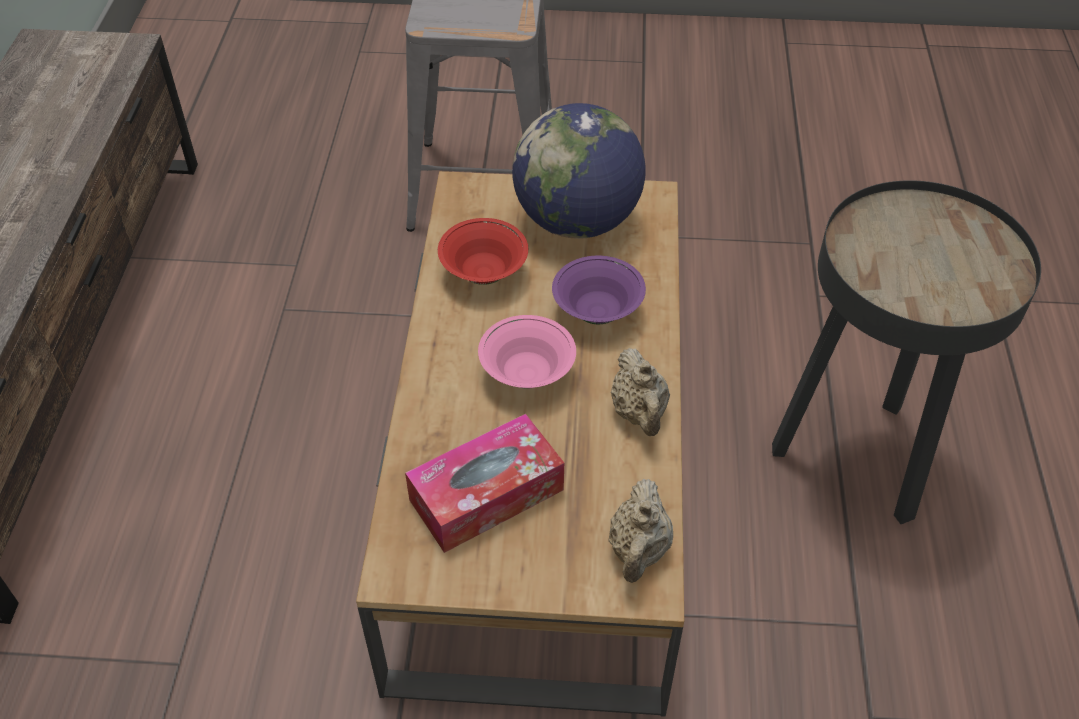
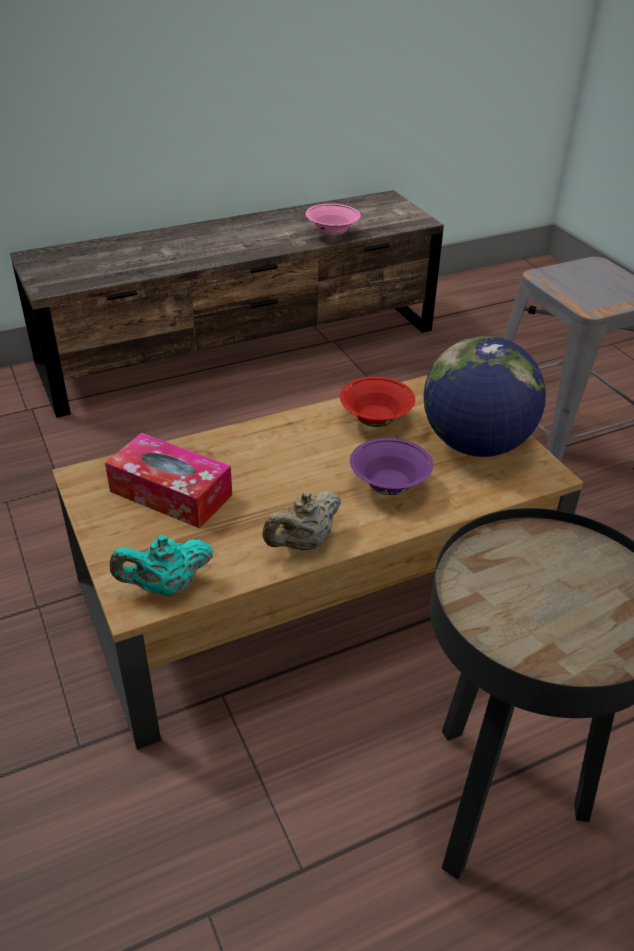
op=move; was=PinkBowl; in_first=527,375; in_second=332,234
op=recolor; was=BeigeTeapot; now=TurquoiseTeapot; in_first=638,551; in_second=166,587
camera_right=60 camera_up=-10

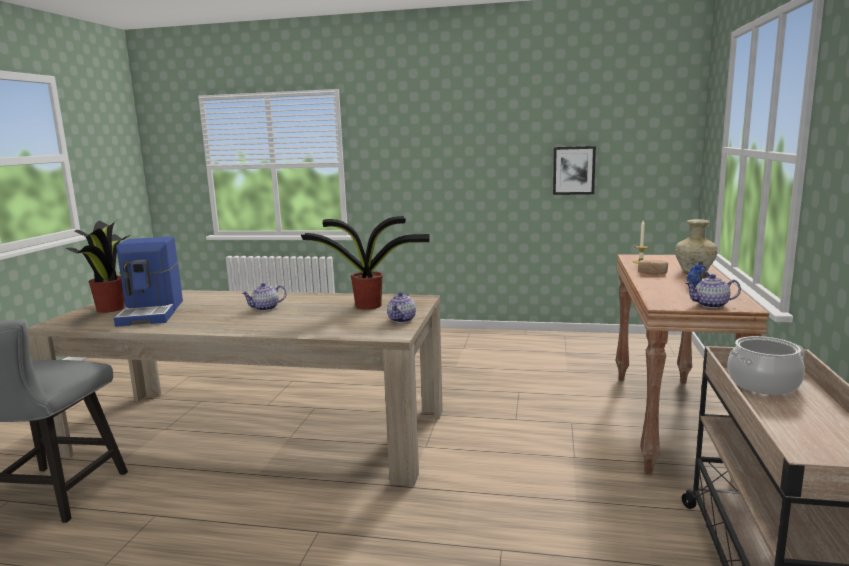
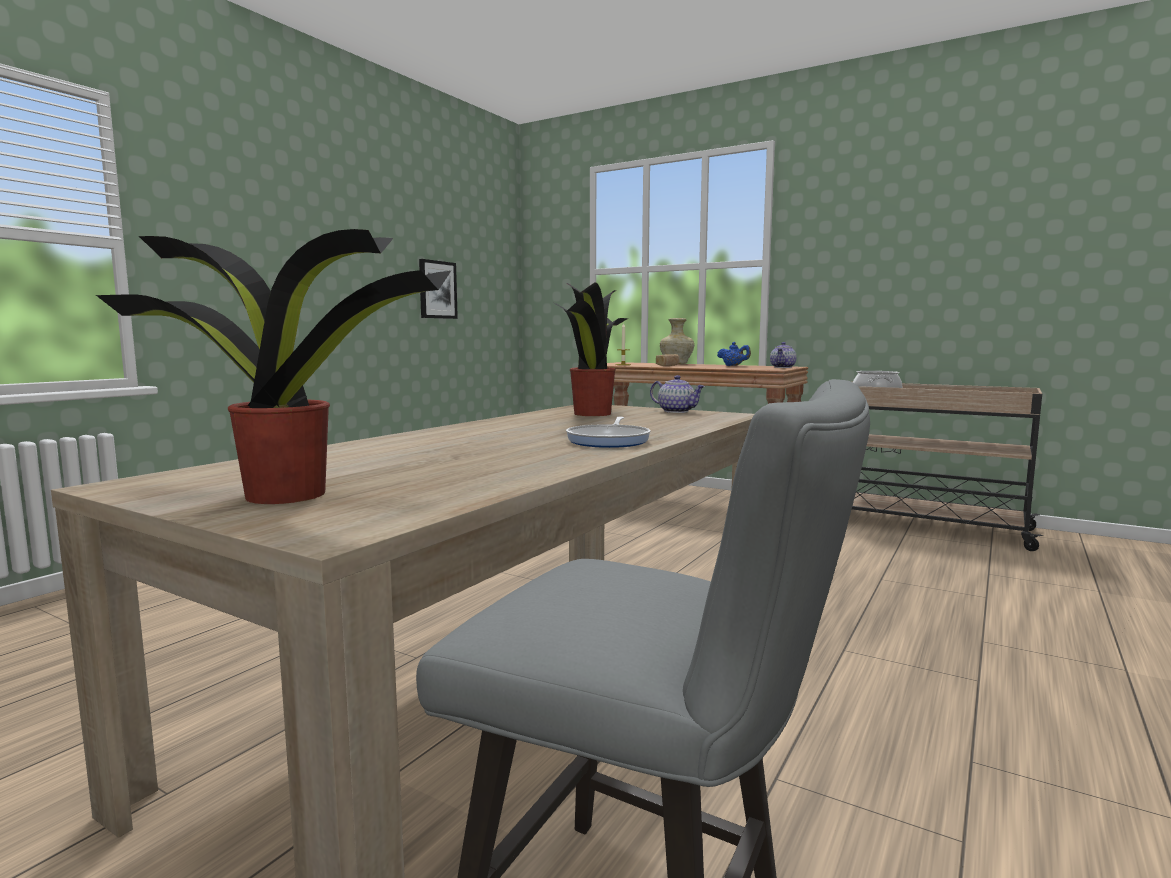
op=delete; was=CoffeeMachine; in_first=152,312
op=delete; was=Teapot; in_first=265,308
op=insert; now=FryingPan; in_second=610,440
camera_right=-70 camera_up=-5

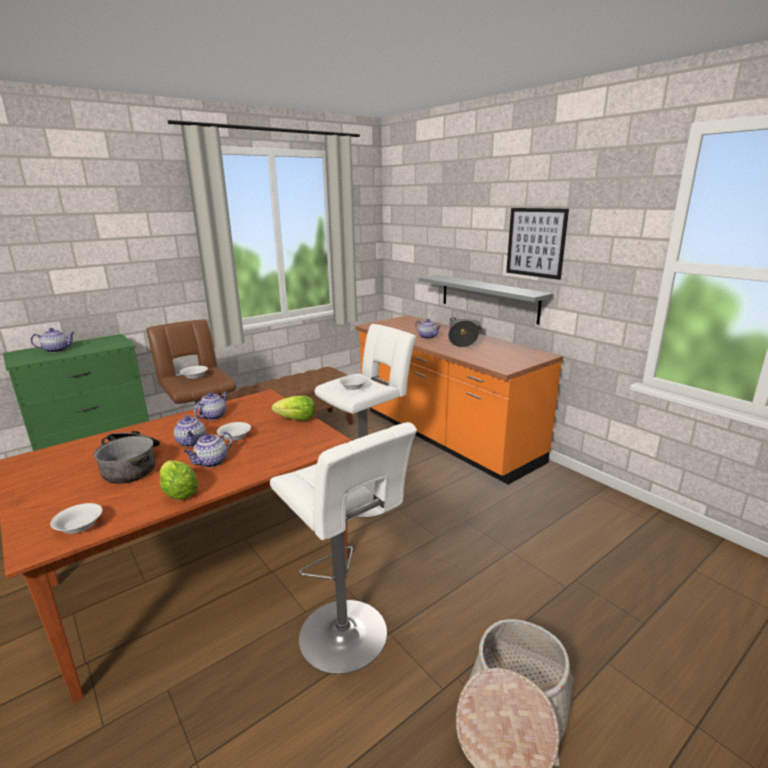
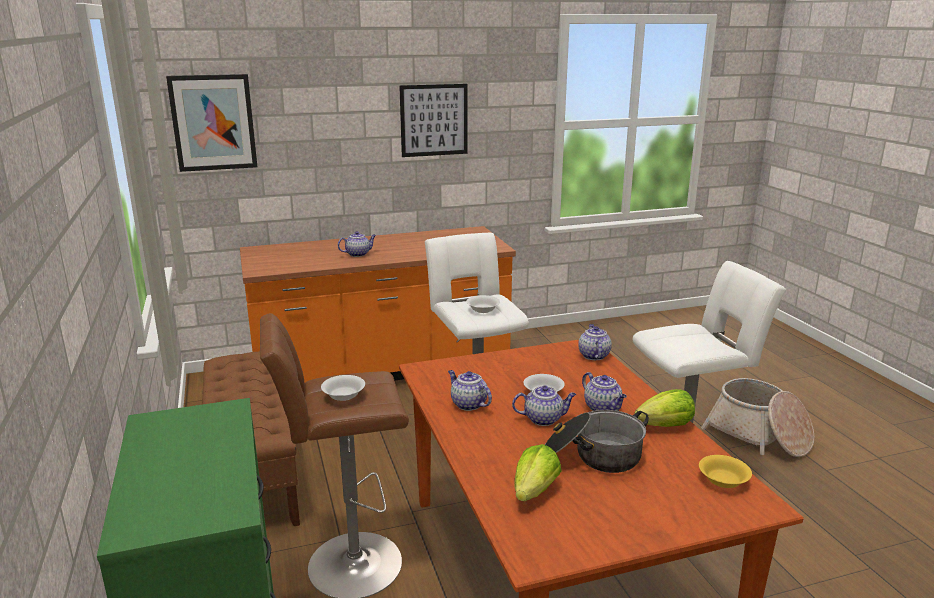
op=move; was=Teapot; in_first=57,350; in_second=593,355
op=recolor; was=WhiteBowl; now=YellowBowl; in_first=79,526; in_second=723,481
op=move; was=Lettuce; in_first=297,420; in_second=535,491
op=delete; was=GreyShelf; in_first=488,298
op=delete; was=CookingPot; in_first=463,340
op=insert; now=Picture; in_second=213,122
camera_right=-70 camera_up=0

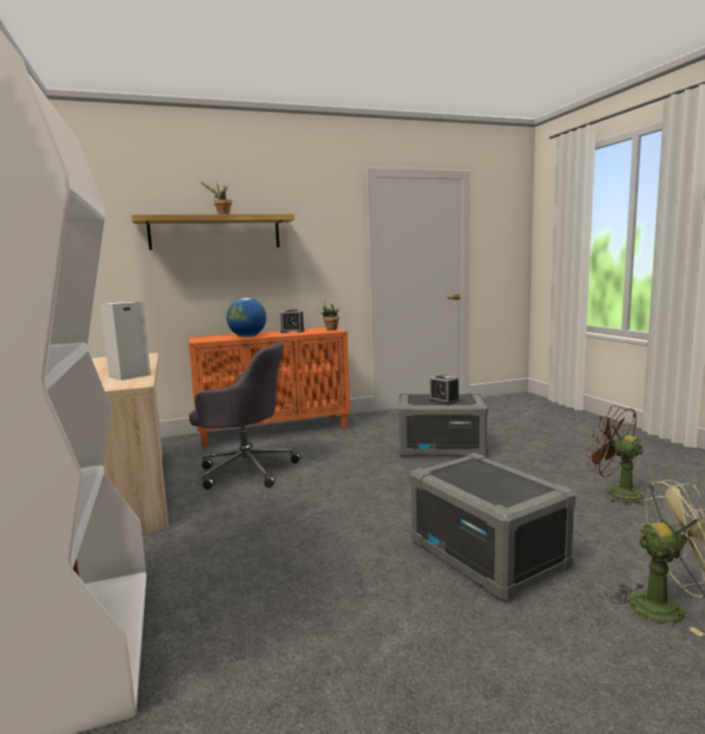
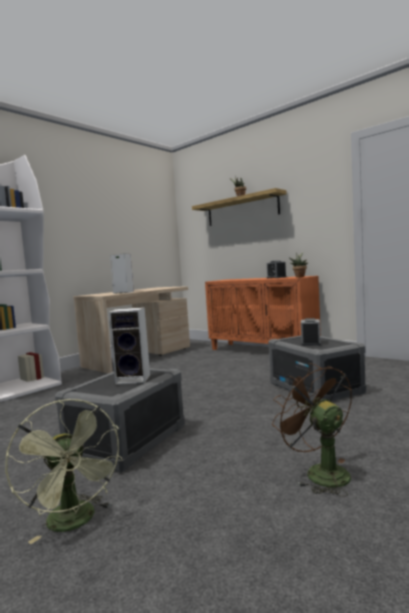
op=delete; was=GreyOfficeChair; in_first=245,470
op=delete; was=Globe; in_first=247,336
op=rotate; was=BrownFan; in_first=616,492; in_second=319,472; clockwise=-45
op=insert; now=Speaker; in_second=134,379
camera_right=60 camera_up=-5

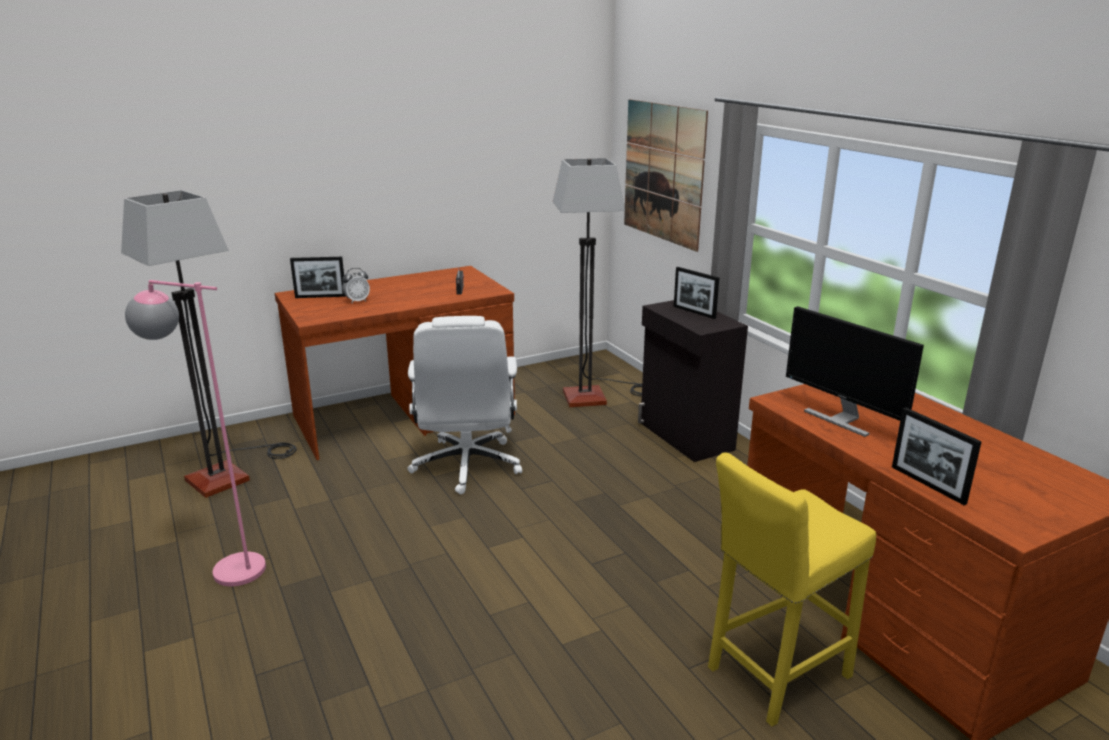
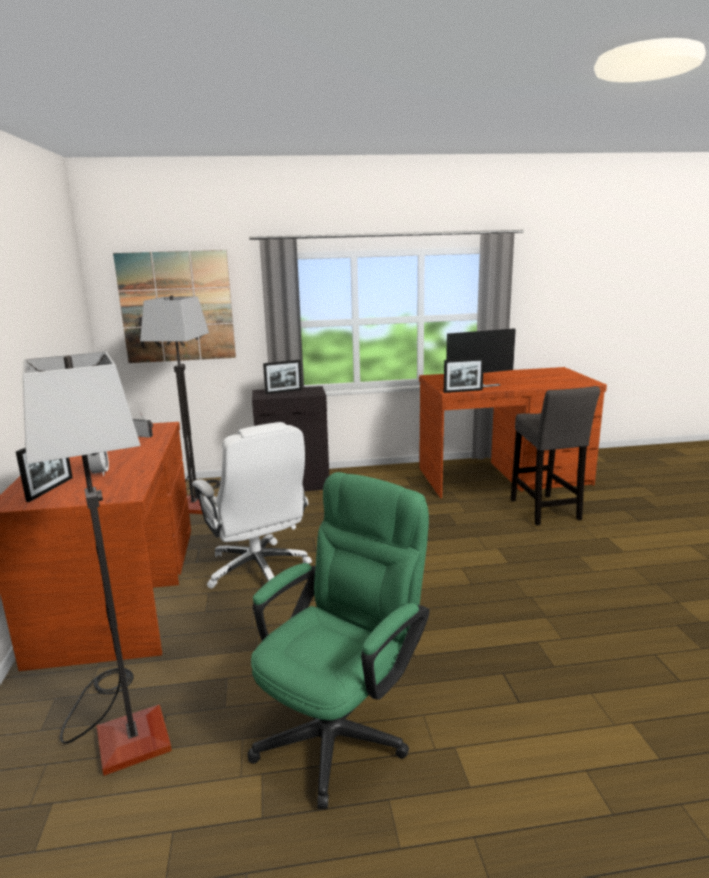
op=replace; was=PinkFloorLamp; now=GreenOfficeChair; in_first=224,567; in_second=341,727
op=rotate; was=WhiteOfficeChair; in_first=467,466; in_second=258,569; clockwise=45
op=recolor; was=YellowStool; now=GreyStool; in_first=774,676; in_second=545,511
op=move; was=PictureFrame; in_first=927,484; in_second=463,391
camera_right=-70 camera_up=-5

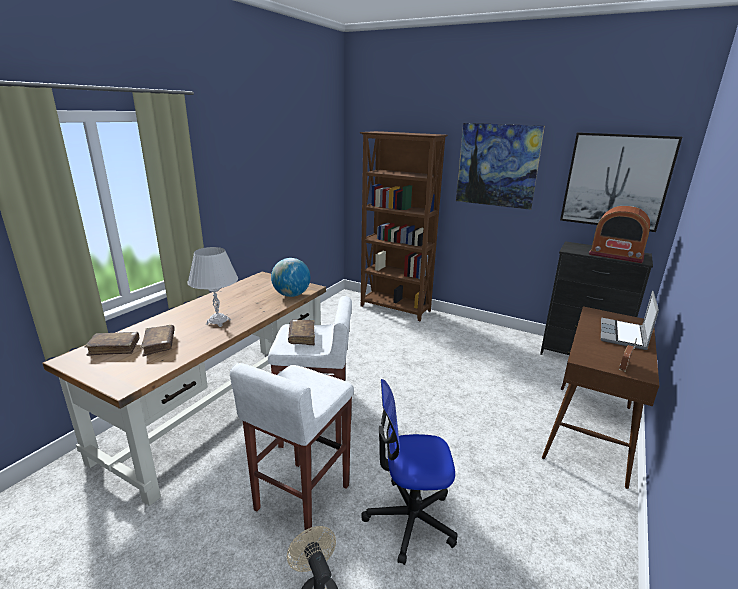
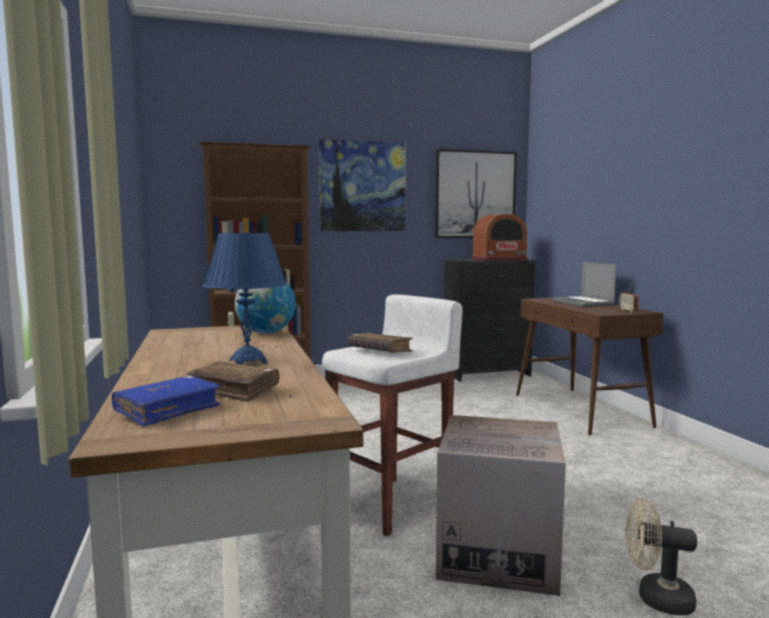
op=recolor; was=BrownBook; now=BlueBook; in_first=114,348; in_second=168,410
op=recolor; was=WhiteTableLamp; now=BlueTableLamp; in_first=218,322; in_second=248,362
op=replace; was=WhiteStool; now=CardboardBox; in_first=301,498; in_second=498,554
op=delete; was=OfficeChair; in_first=410,519
camera_right=-45 camera_up=-15

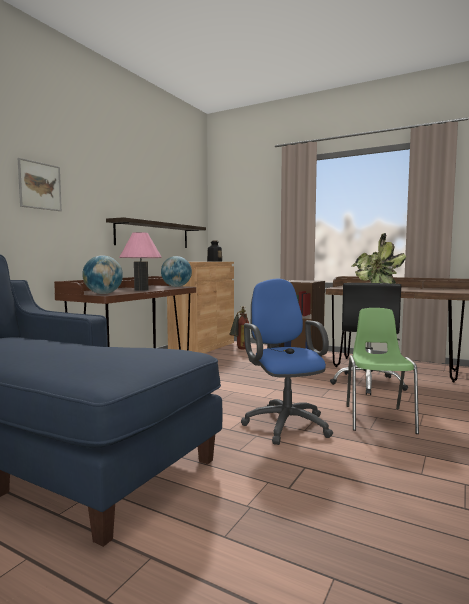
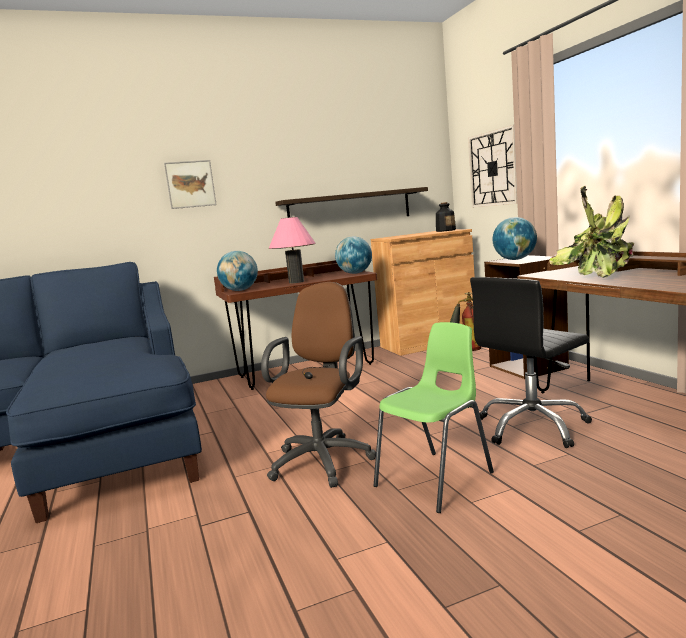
op=recolor; was=BlueOfficeChair; now=BrownOfficeChair; in_first=284,423; in_second=324,459
op=insert; now=WallClock; in_second=493,168
op=insert; now=Globe; in_second=515,259
camera_right=40 camera_up=5

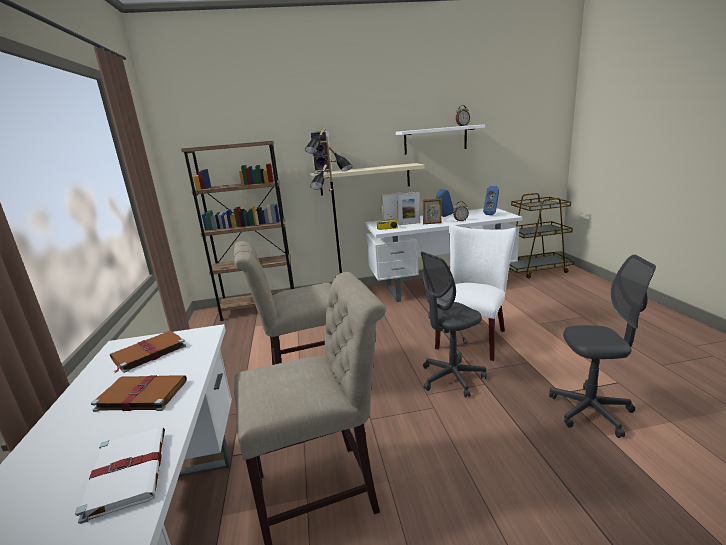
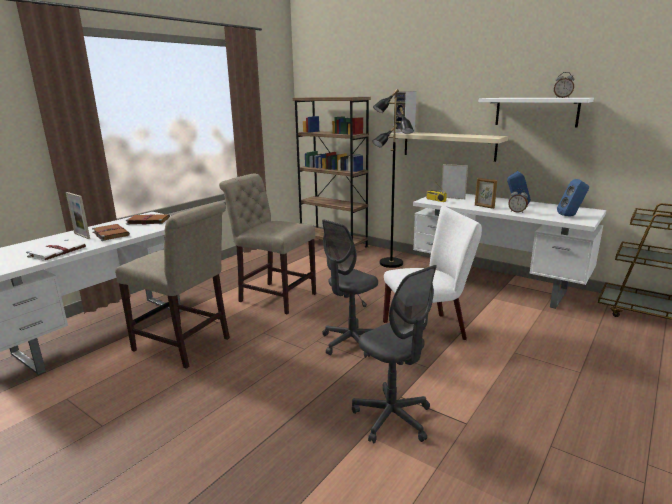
op=move; was=PictureFrame; in_first=409,224; in_second=82,236
op=rotate; was=GreyOfficeChair; in_first=452,378; in_second=351,342; clockwise=-60
camera_right=45 camera_up=0

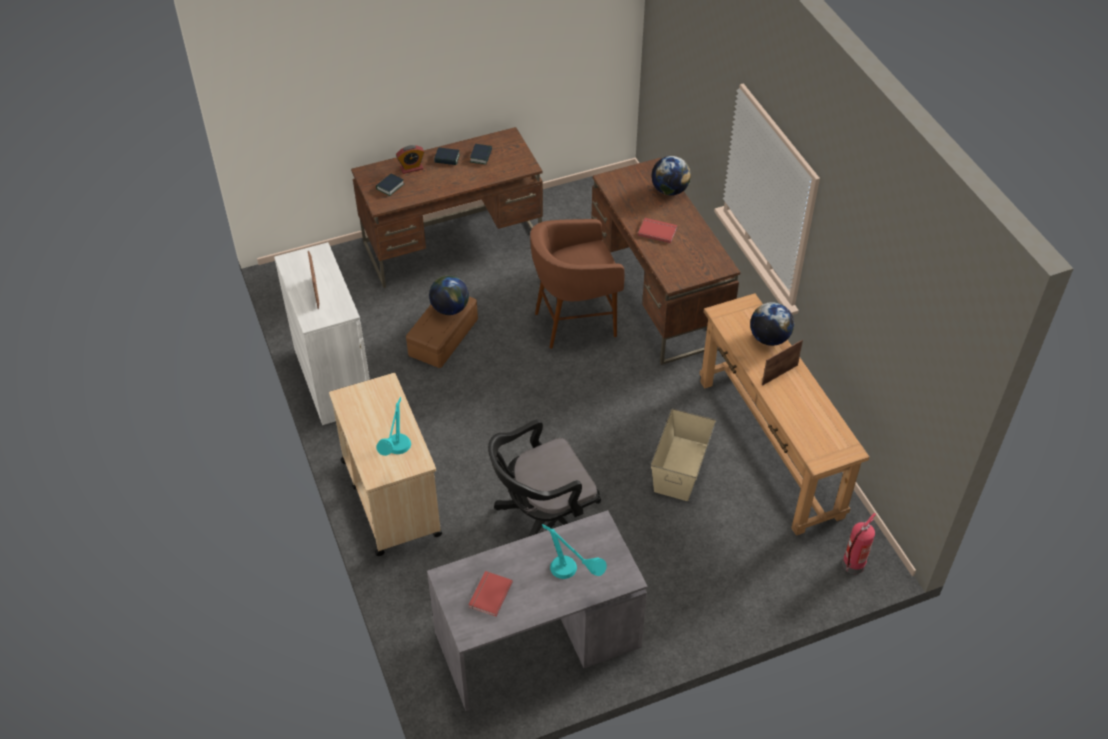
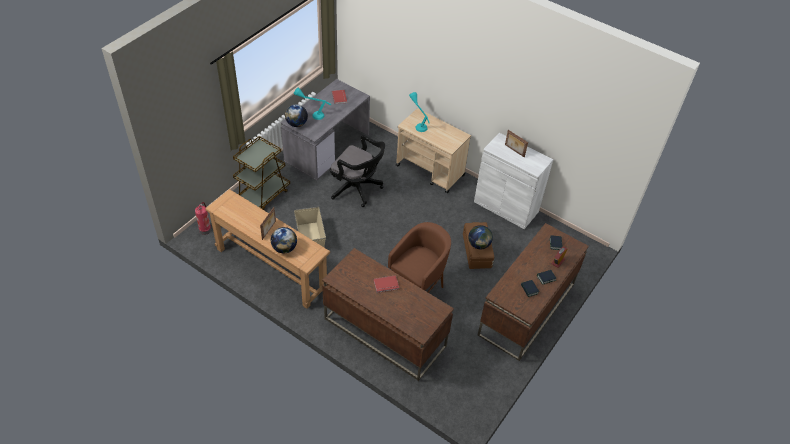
op=rotate; was=BlackOfficeChair; in_first=543,521; in_second=357,189; clockwise=90
op=move; was=Globe; in_first=669,190; in_second=297,124
op=insert; now=BrownCart; in_second=262,196
camera_right=145 camera_up=0

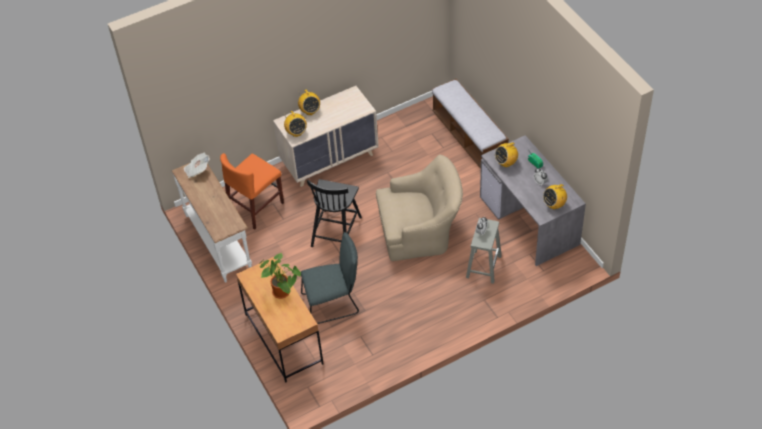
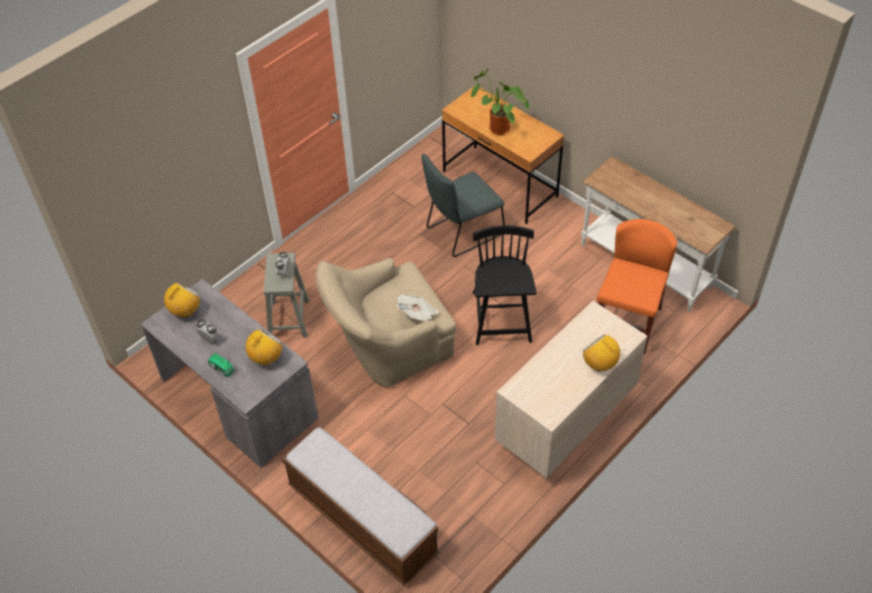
op=move; was=Newspaper; in_first=197,170; in_second=418,314
op=delete; was=Radio; in_first=296,132
camera_right=160 camera_up=0

